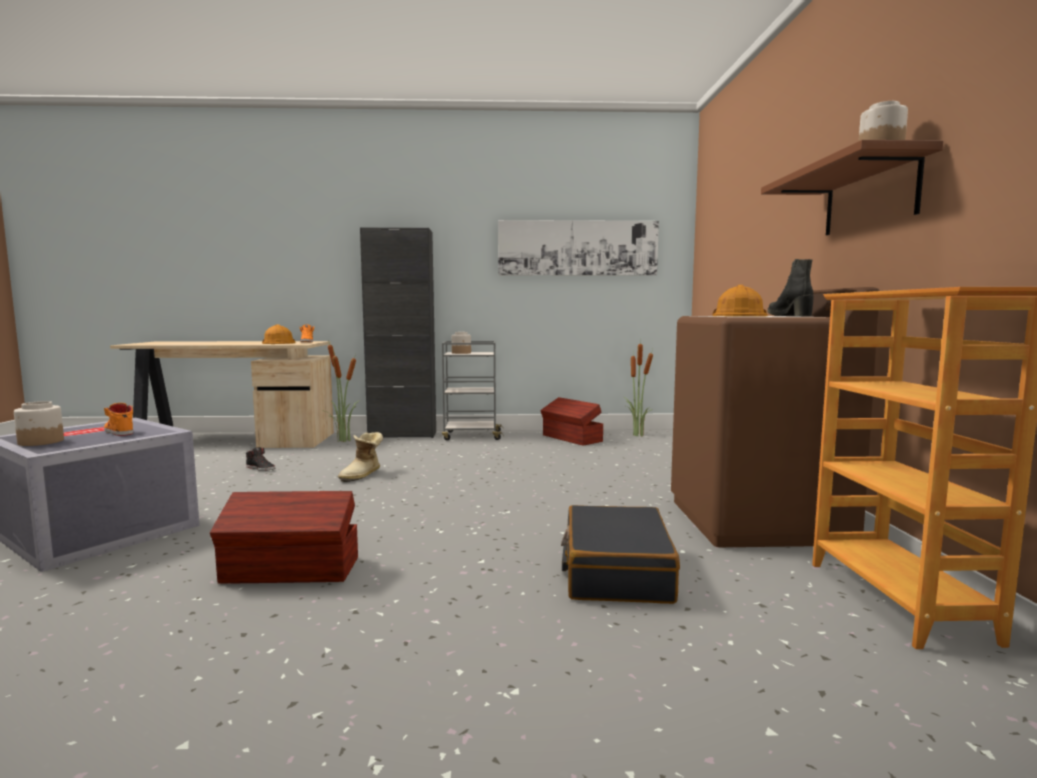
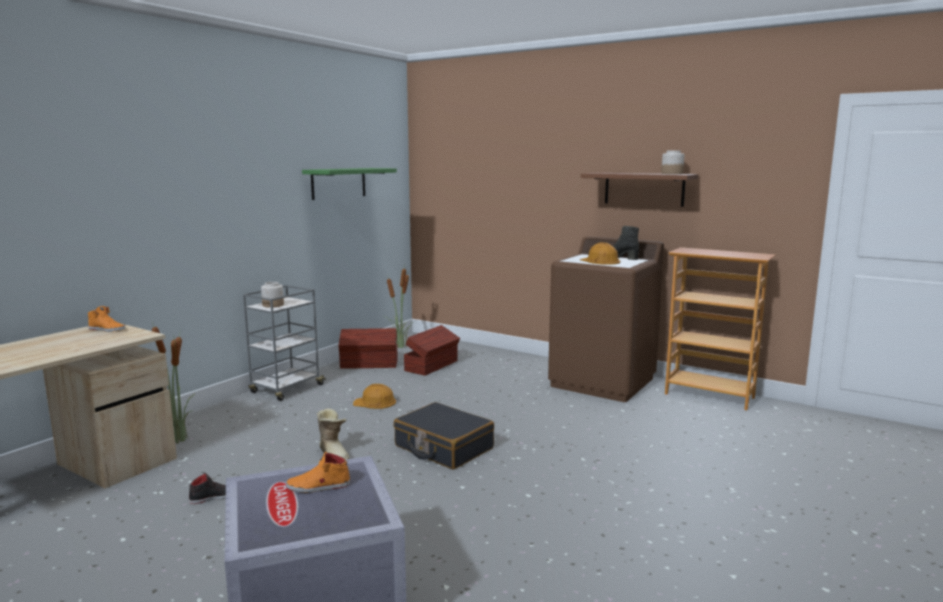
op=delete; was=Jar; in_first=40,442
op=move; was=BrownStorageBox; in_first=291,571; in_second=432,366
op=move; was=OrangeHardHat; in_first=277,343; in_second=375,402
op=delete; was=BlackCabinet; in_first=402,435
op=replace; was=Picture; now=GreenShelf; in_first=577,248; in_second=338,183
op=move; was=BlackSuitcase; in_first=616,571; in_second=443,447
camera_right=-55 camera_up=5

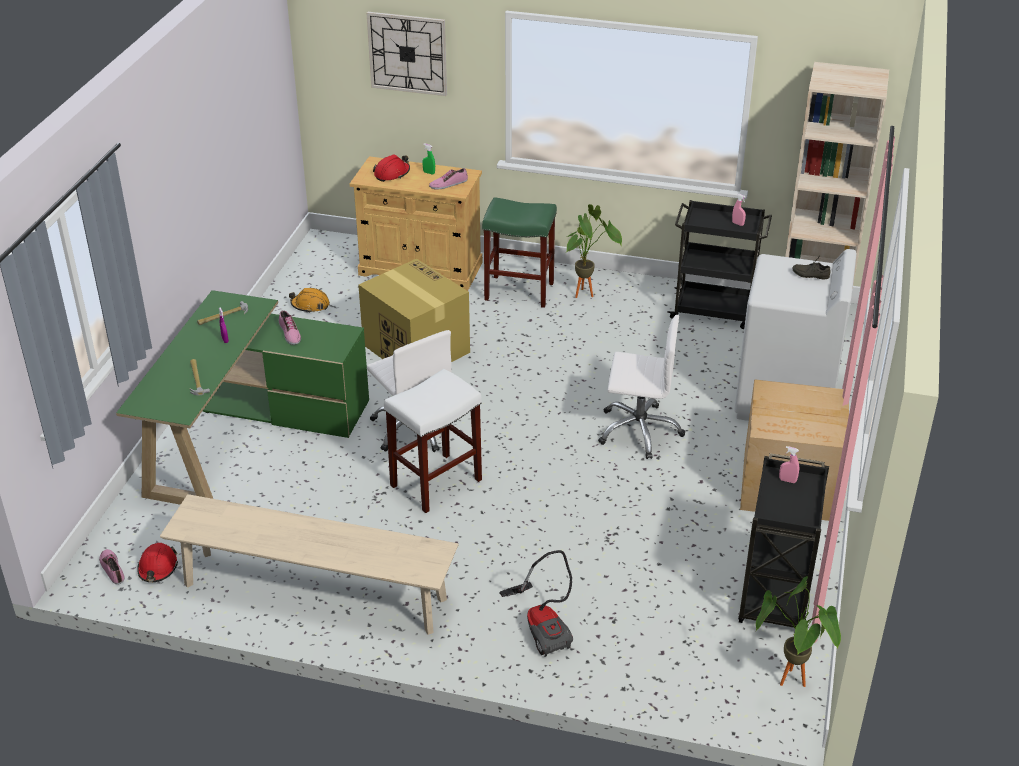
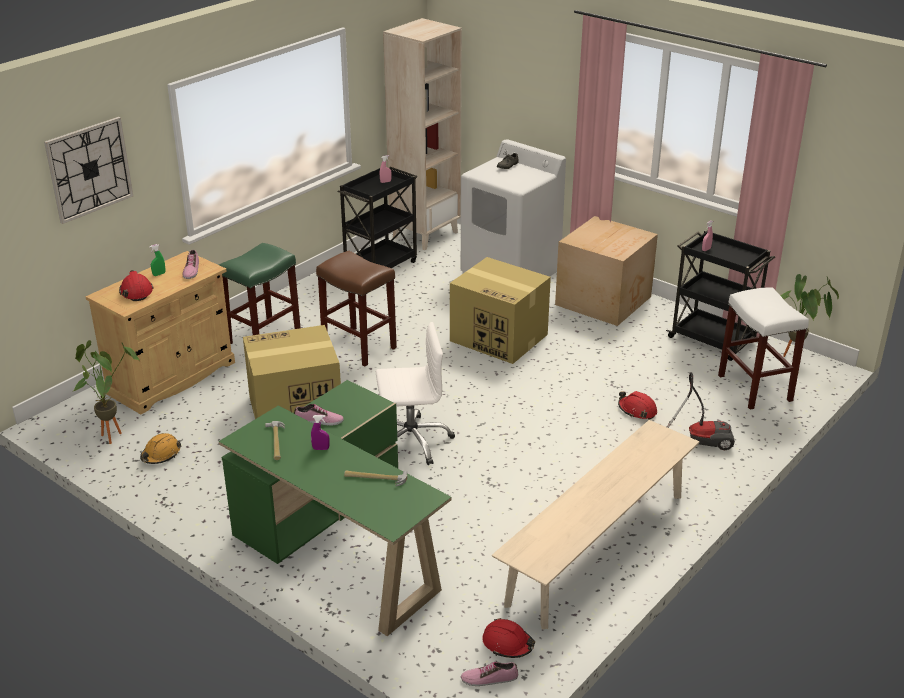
op=move; was=WhiteStool; in_first=435,483; in_second=755,388
op=move; was=PottedPlant; in_first=588,293; in_second=113,434
op=replace; was=WhiteOfficeChair; now=CardboardBox; in_first=639,430; in_second=500,338
op=insert; now=BrownStool; in_second=358,346
op=insert; now=RedHardHat; in_second=637,410
camera_right=-65 camera_up=-5

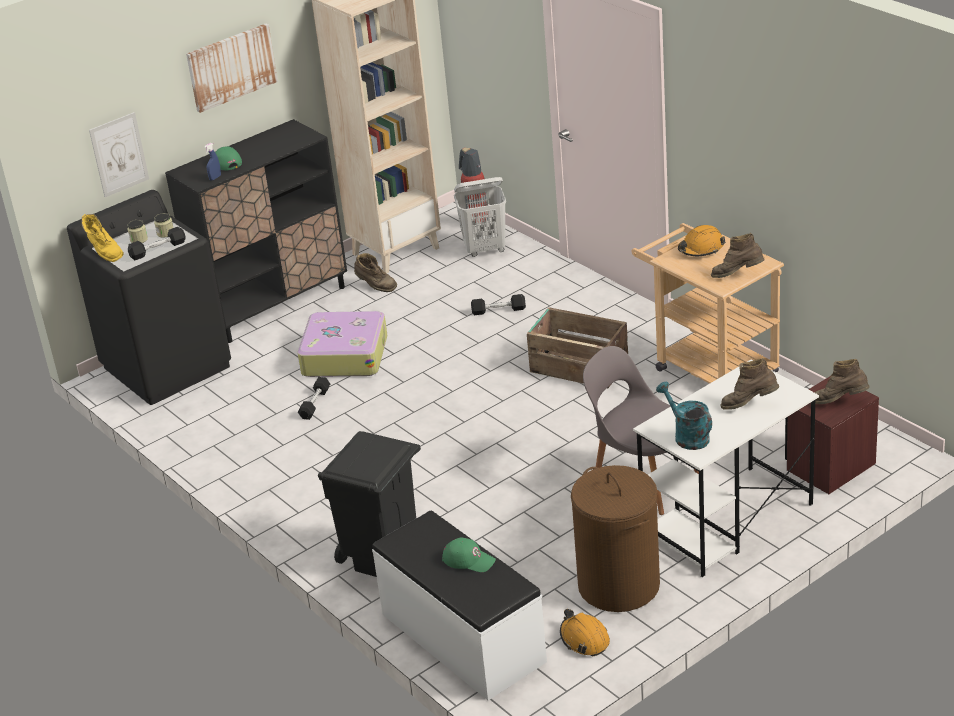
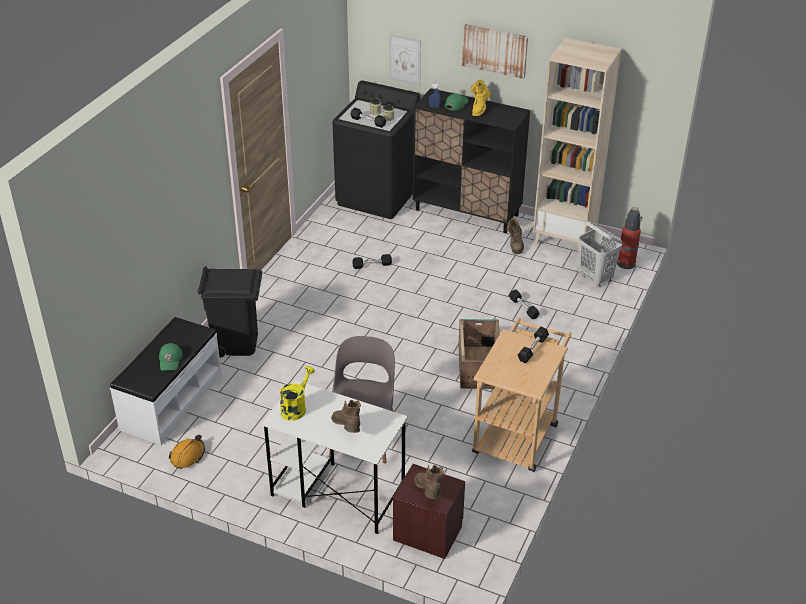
op=move; was=YellowBoot; in_first=104,253; in_second=479,109
op=delete; was=Suitcase; in_first=344,355
op=delete; was=BrownLaundryBasket; in_first=619,585
op=recolor; was=TurquoiseWateringCan; now=YellowWateringCan; in_first=687,436; in_second=296,408
op=replace; was=OrangeHardHat; now=BlackDumbbell; in_first=701,249; in_second=532,349
op=delete; was=BrownBoot; in_first=737,275
camera_right=60 camera_up=5

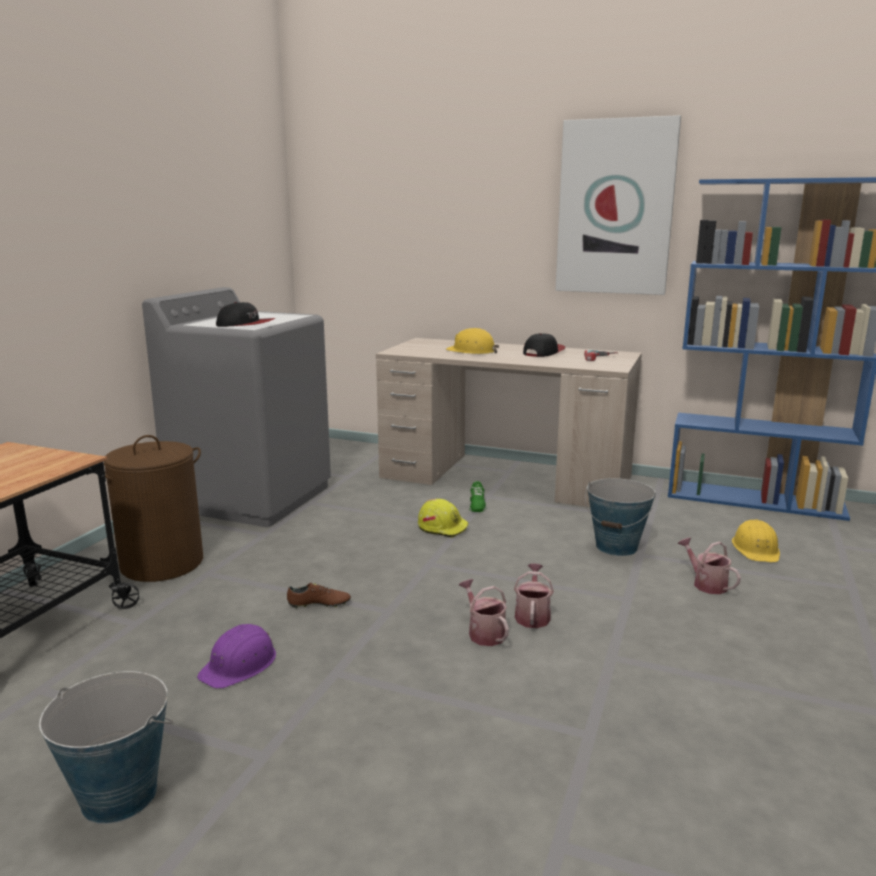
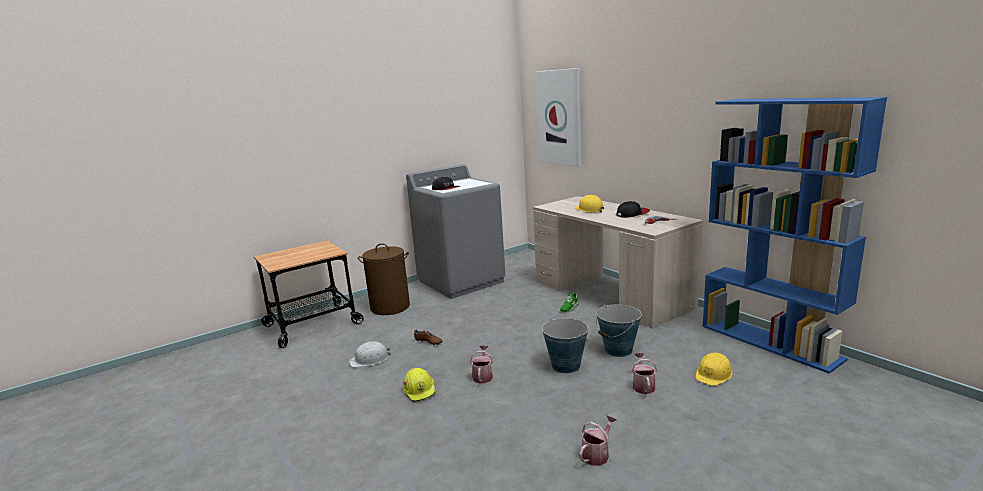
op=move; was=Bucket; in_first=119,795; in_second=565,365
op=recolor; was=PurpleHardHat; now=WhiteHardHat; in_first=240,664; in_second=370,359
op=move; was=YellowHardHat; in_first=443,527; in_second=420,391
op=move; was=WateringCan; in_first=532,615; in_second=597,454
op=move; was=Picture; in_first=615,208; in_second=559,117
camera_right=35 camera_up=0

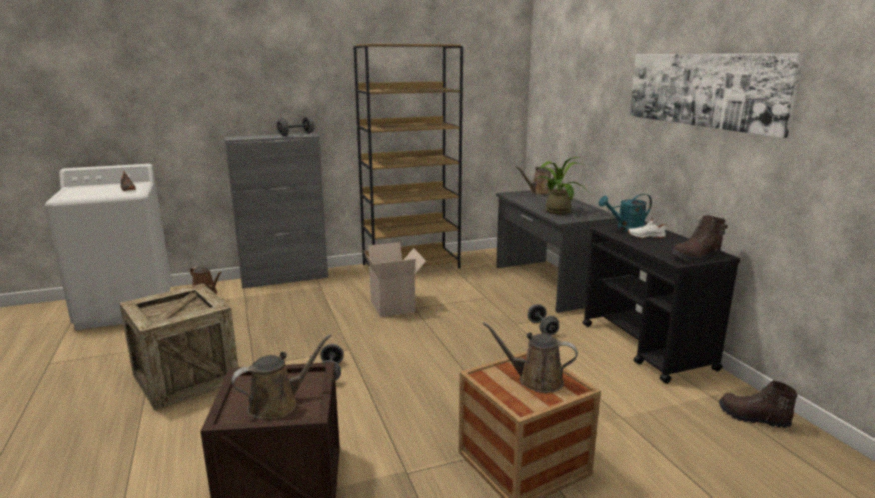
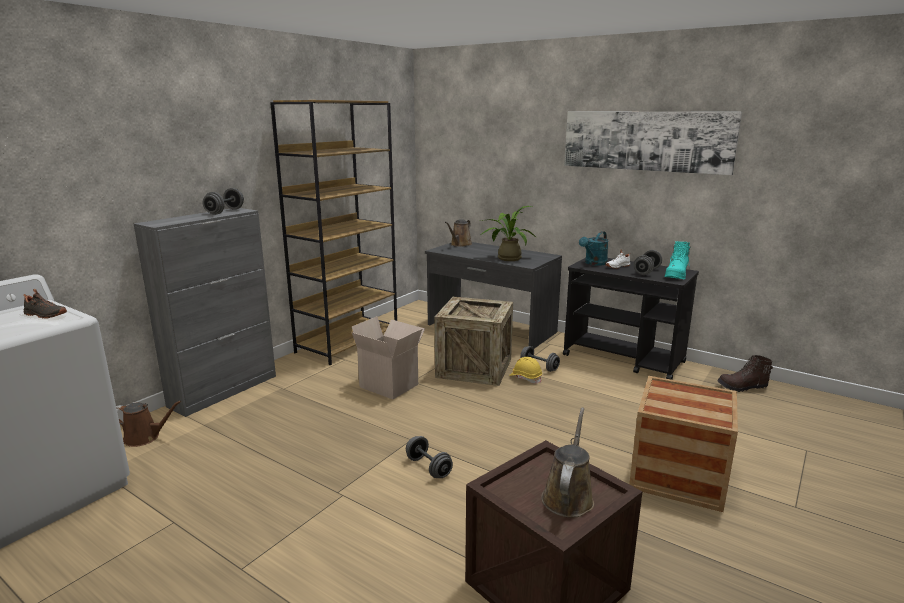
op=move; was=Crate; in_first=186,378; in_second=474,368
op=delete; was=BrownWateringCan; in_first=535,380
op=recolor; was=BrownBoot; now=TurquoiseBoot; in_first=696,257; in_second=676,275
op=insert; now=YellowHardHat; in_second=525,378
op=insert; now=GreyDumbbell; in_second=646,271
camera_right=-35 camera_up=0

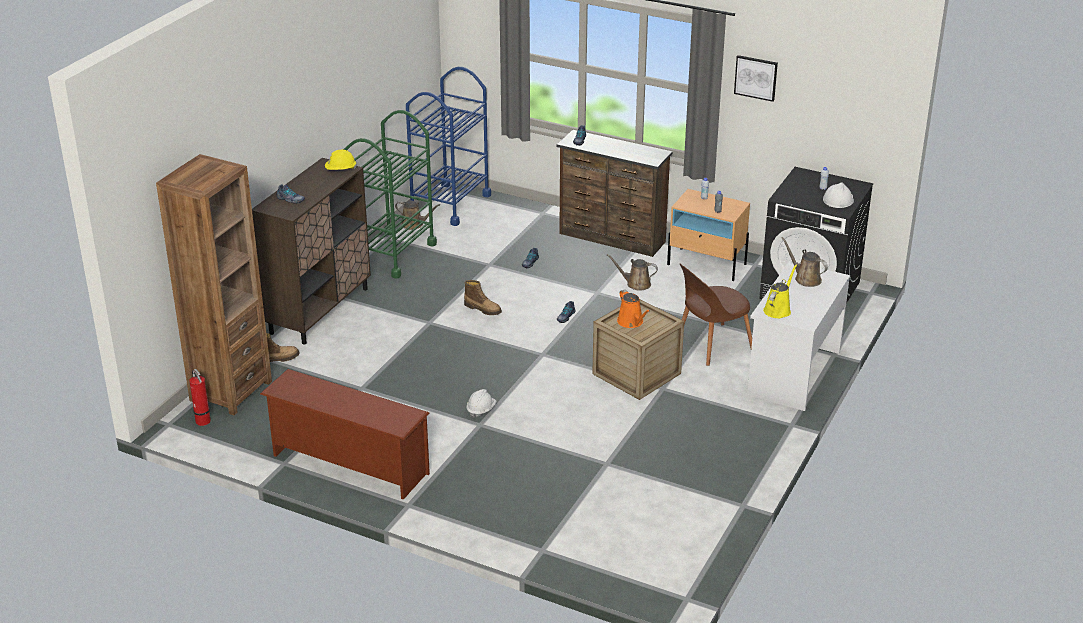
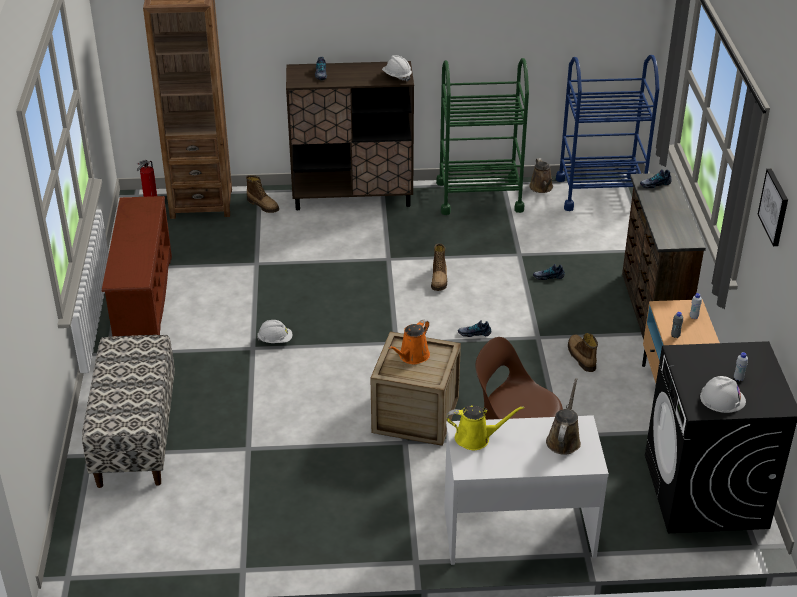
op=recolor; was=YellowHardHat; now=WhiteHardHat; in_first=340,170; in_second=397,76
op=replace; was=BrownWateringCan; now=Boot; in_first=636,284; in_second=580,357
op=insert; now=Bench; in_second=135,435
camera_right=60 camera_up=5

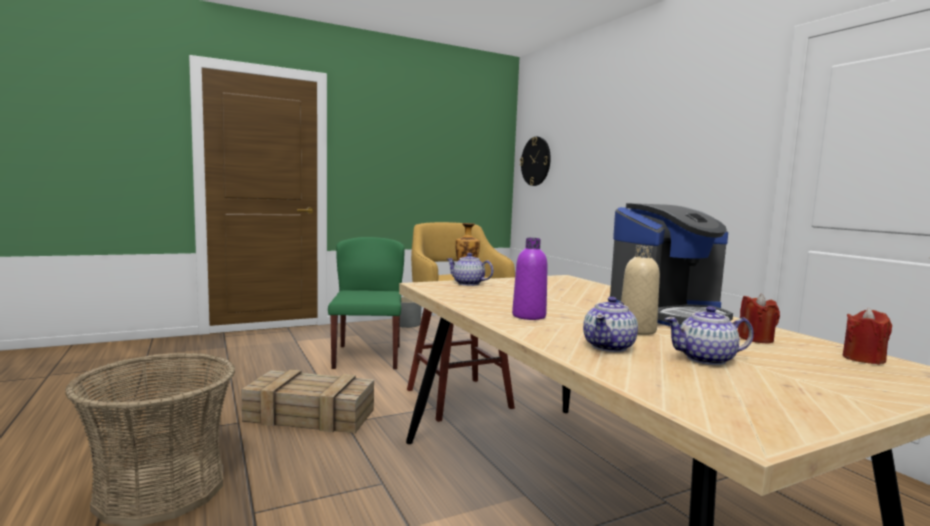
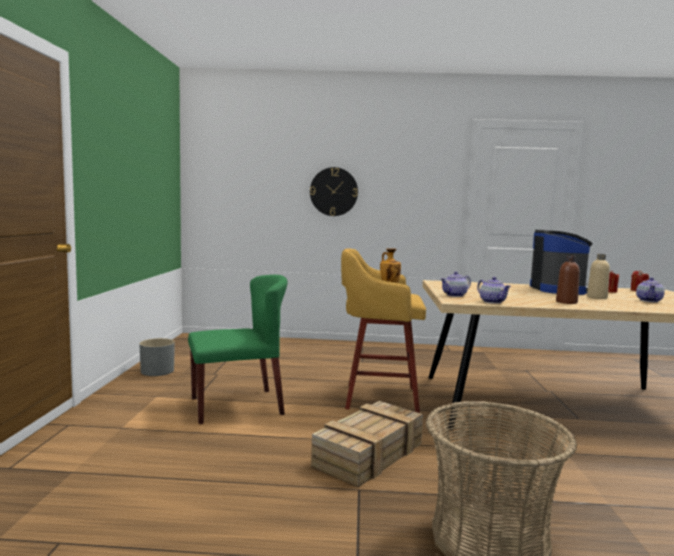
op=rotate; was=GreenChair; in_first=367,356; in_second=237,406; clockwise=135
op=recolor; was=PurpleBottle; now=BrownBottle; in_first=529,316; in_second=566,302
op=move; was=WallClock; in_first=536,161; in_second=333,191
op=move; was=Teapot; in_first=609,347; in_second=492,302
camera_right=-60 camera_up=0

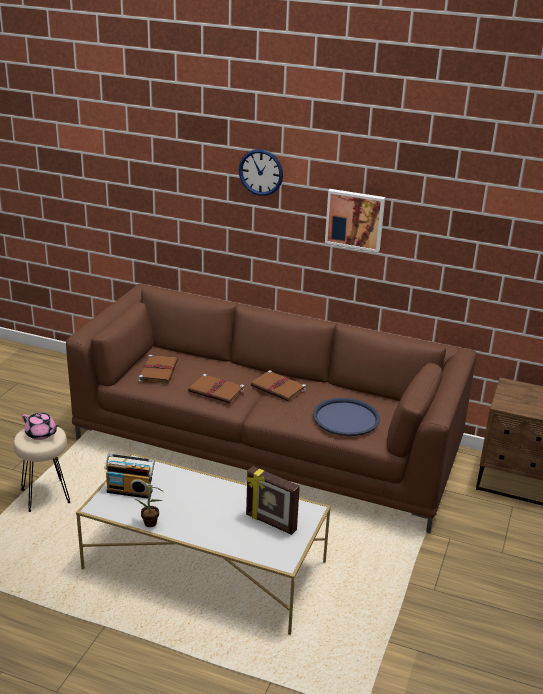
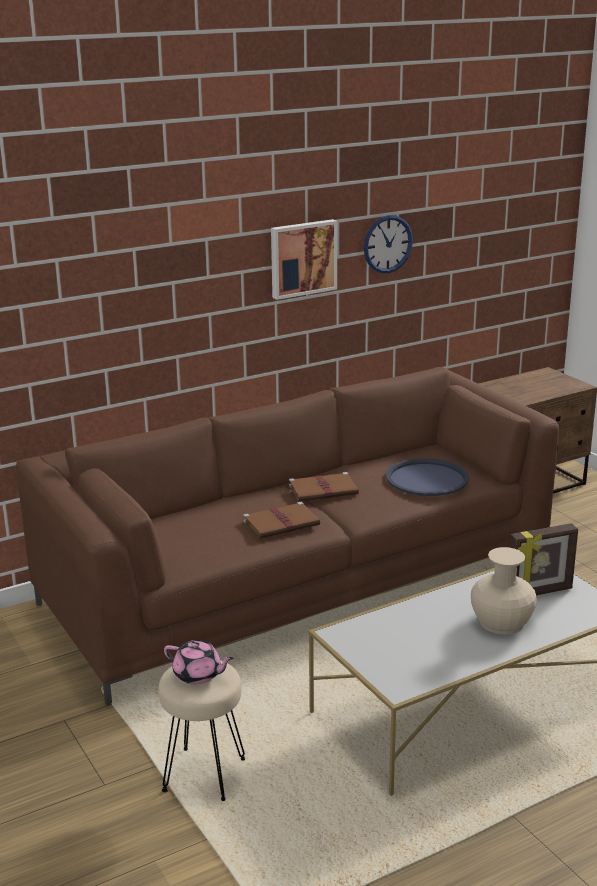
op=rotate; was=PinkTeapot; in_first=41,434; in_second=198,675; clockwise=45
op=delete; was=Radio; in_first=130,490
op=delete; was=PottedPlant; in_first=152,524
op=delete; was=BrownBook; in_first=159,371
op=move; was=WallClock; in_first=261,172; in_second=387,244
op=insert; now=BeigeVase; in_second=501,622
camera_right=-50 camera_up=-5

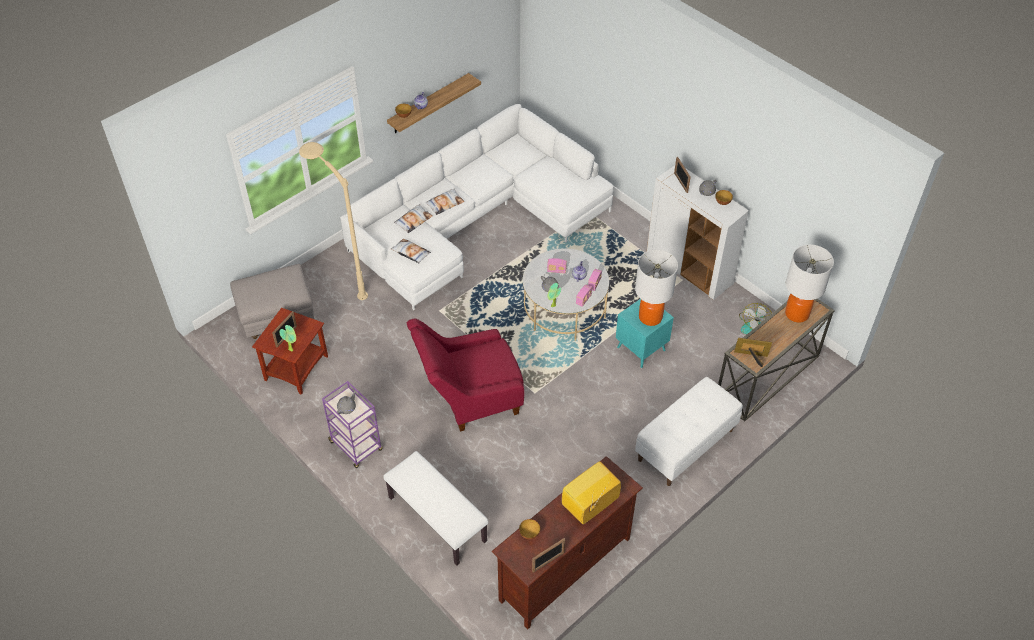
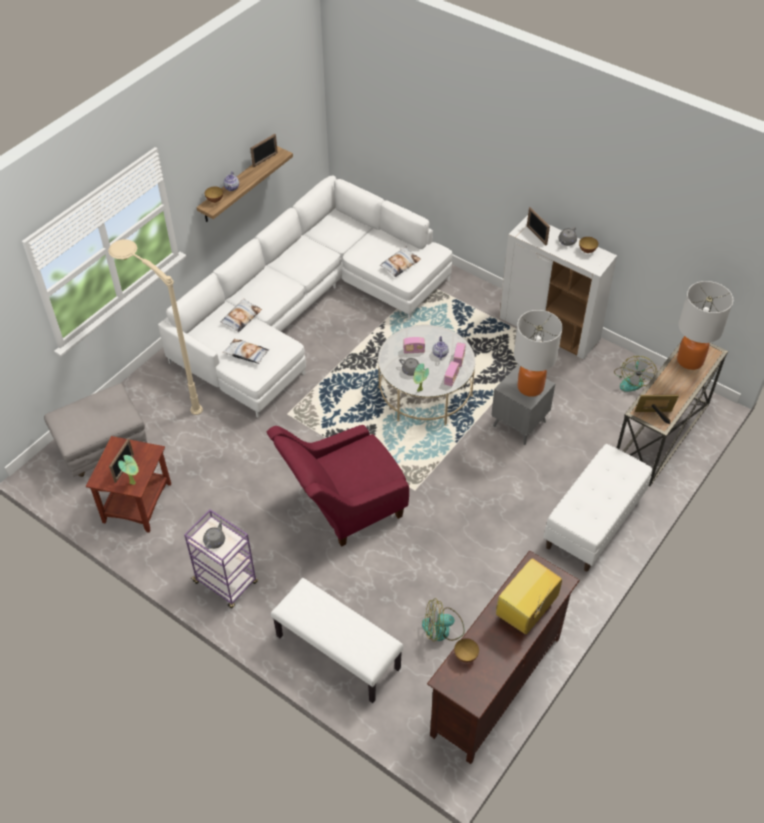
op=move; was=Pillow; in_first=445,203; in_second=400,264
op=move; was=PictureFrame; in_first=548,562; in_second=265,160
op=recolor; was=TurquoiseSideTable; now=GreySideTable; in_first=641,349; in_second=519,424
op=insert; now=Fan; in_second=442,629
camera_right=-10 camera_up=0

